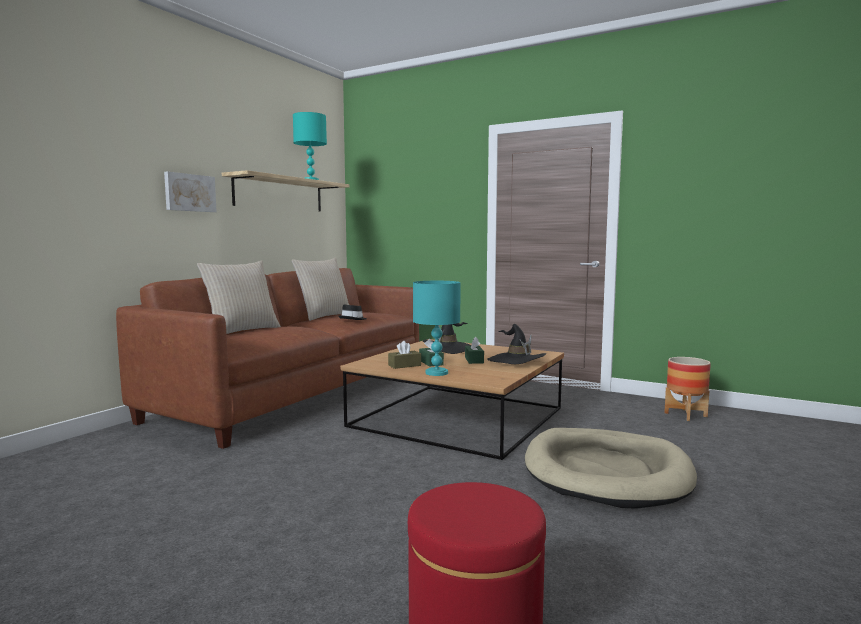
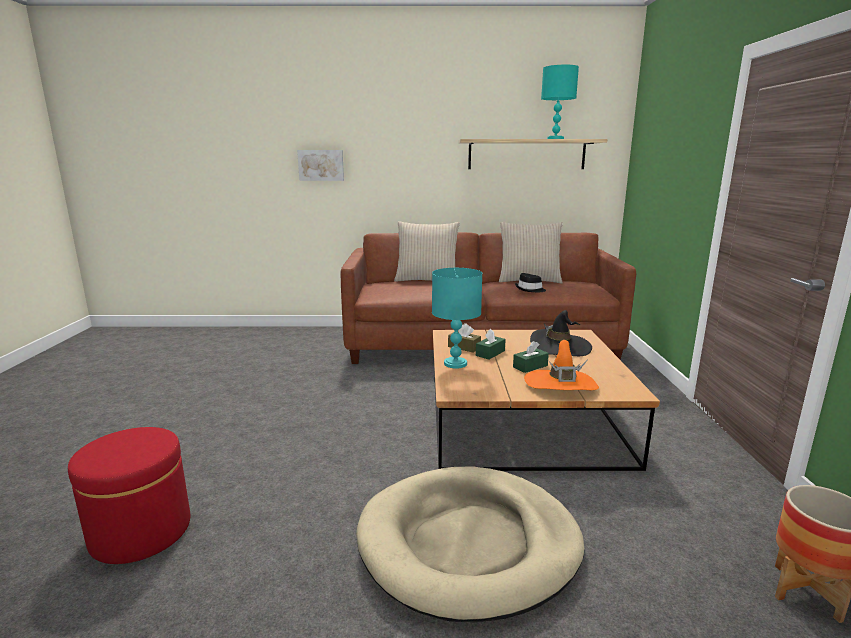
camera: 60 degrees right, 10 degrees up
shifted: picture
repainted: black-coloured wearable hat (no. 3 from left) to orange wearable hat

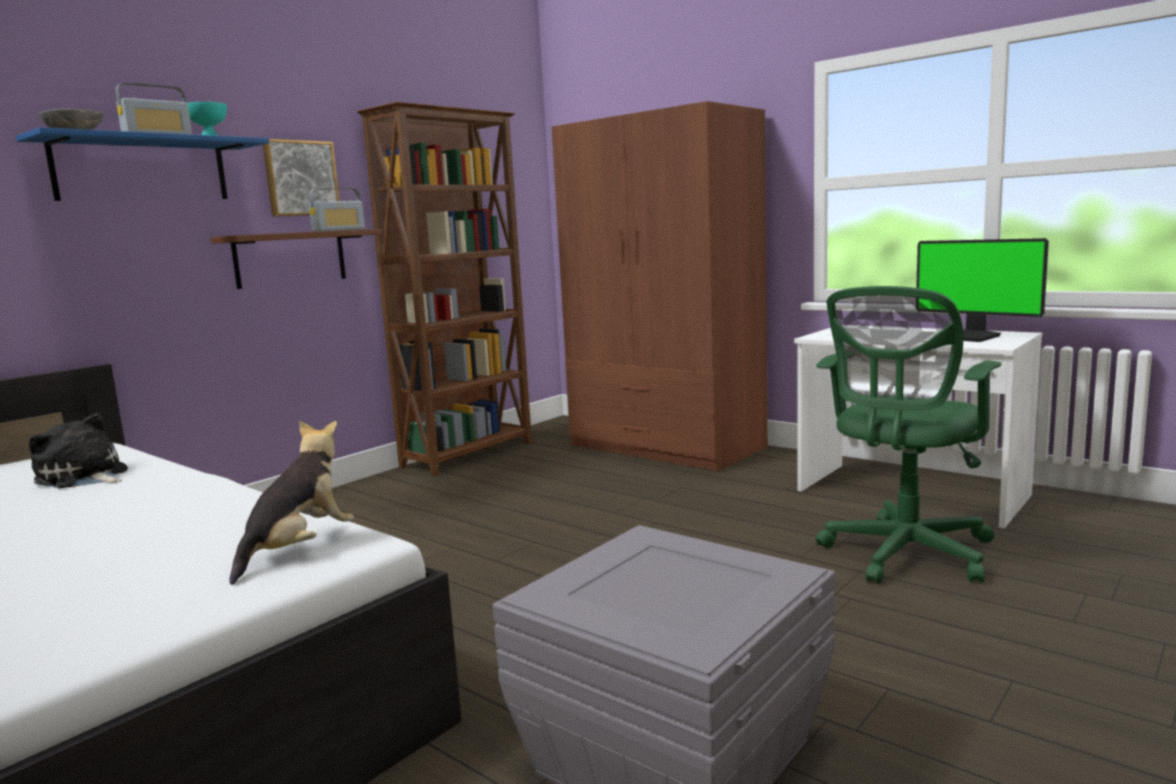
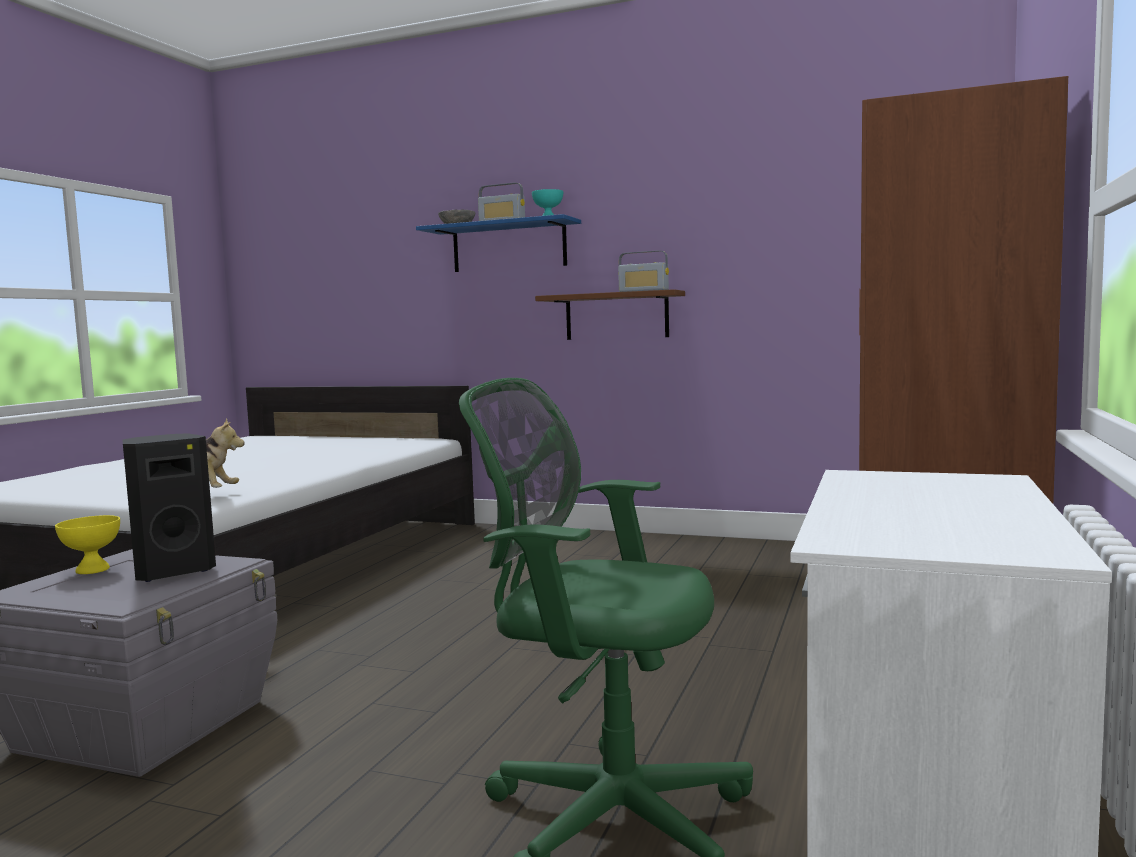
camera: 70 degrees right, 5 degrees down
gone: plush toy (no. 1 from left); picture; brown-coloured bookshelf; computer display
new: yellow bowl; black-coloured audio speaker

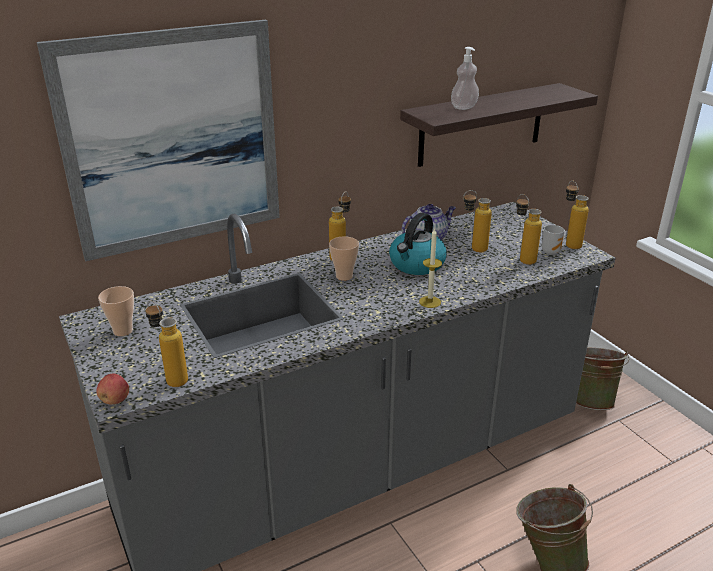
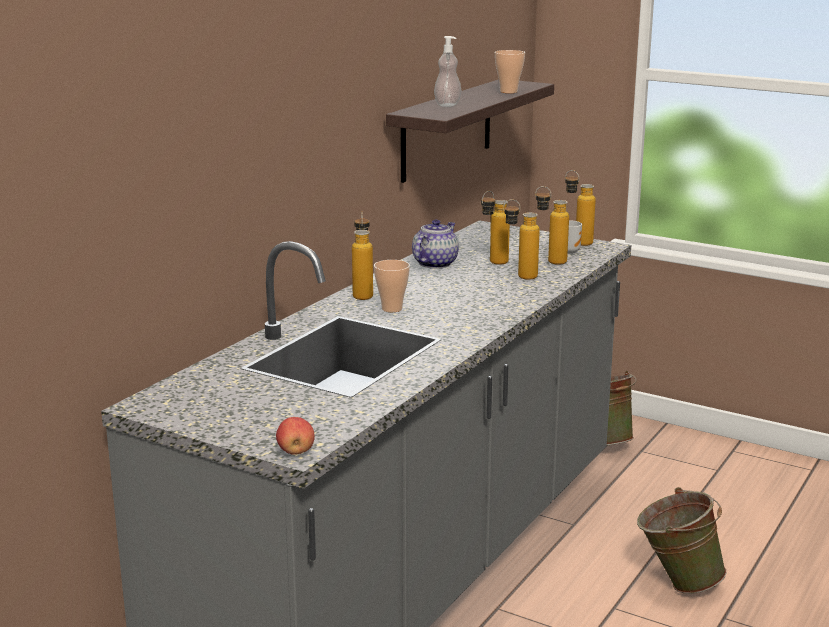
camera: 30 degrees left, 10 degrees down
gone: picture; tea kettle; wax candle
shifted: cup (no. 1 from left in the first image) to cup (no. 2 from left); bottle (no. 1 from left in the first image) to bottle (no. 3 from left)

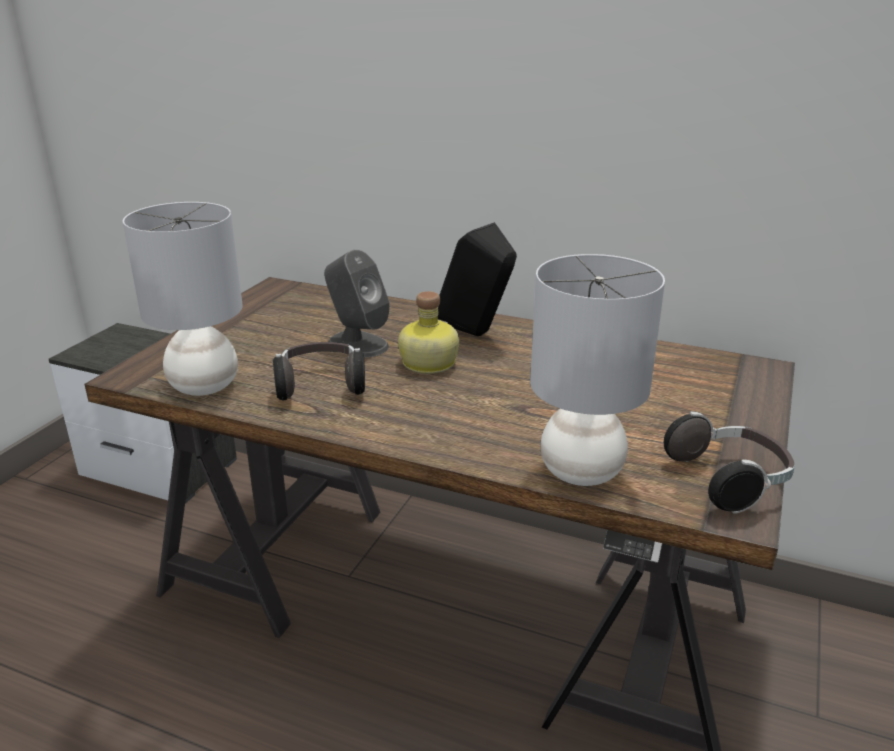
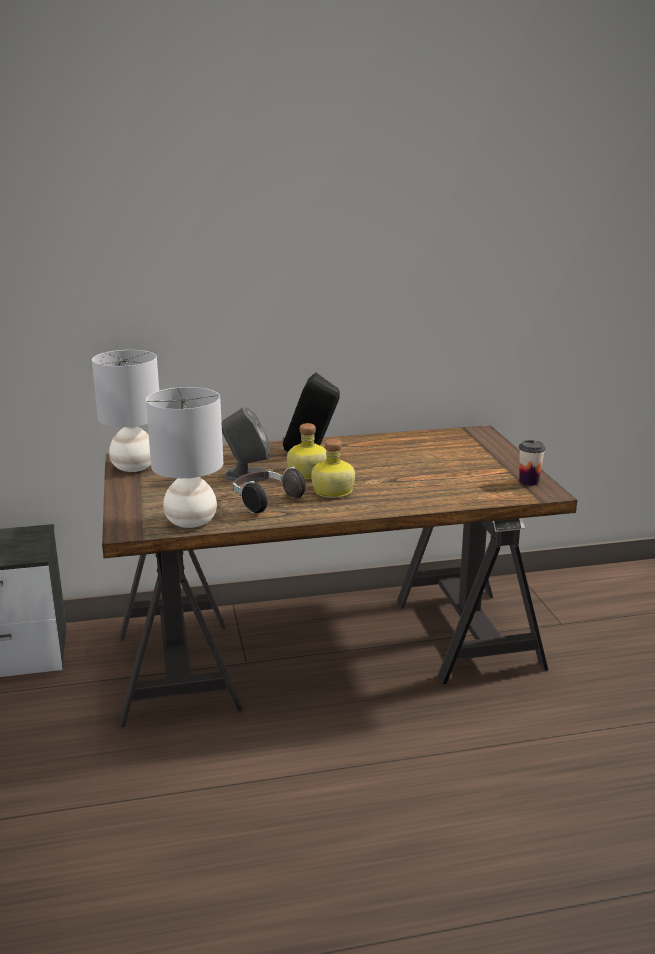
camera: 35 degrees left, 5 degrees down
new: bottle (no. 2 from left)
shifted: greyish tabletop lamp (no. 2 from left in the first image) to greyish tabletop lamp (no. 1 from left)
swapped: headphones (no. 2 from left) to cup

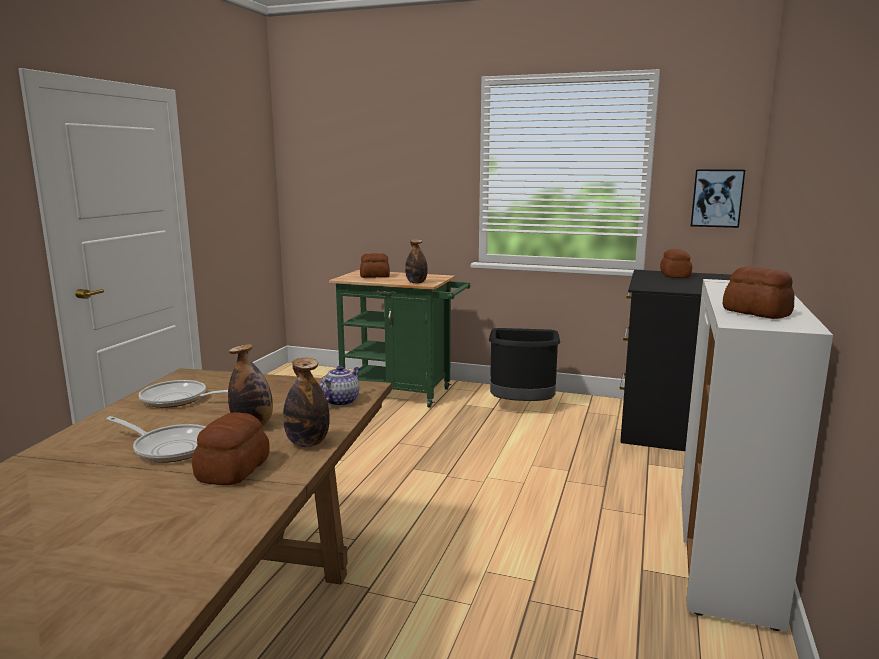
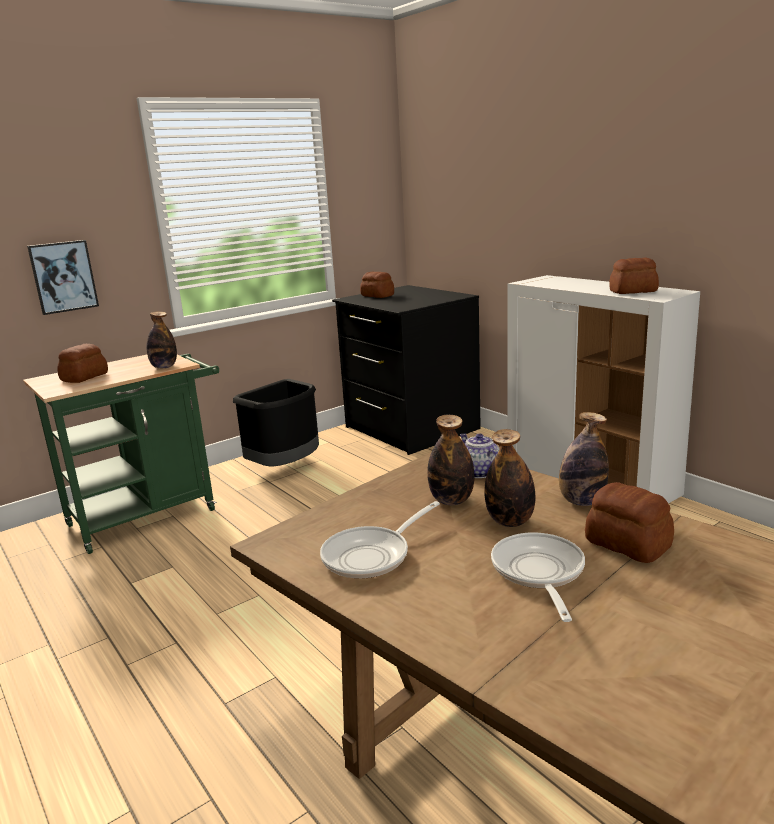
camera: 55 degrees left, 5 degrees up
new: bottle (no. 2 from left)
shifted: picture
rotated: frying pan (no. 1 from left in the first image) 60 degrees counterclockwise

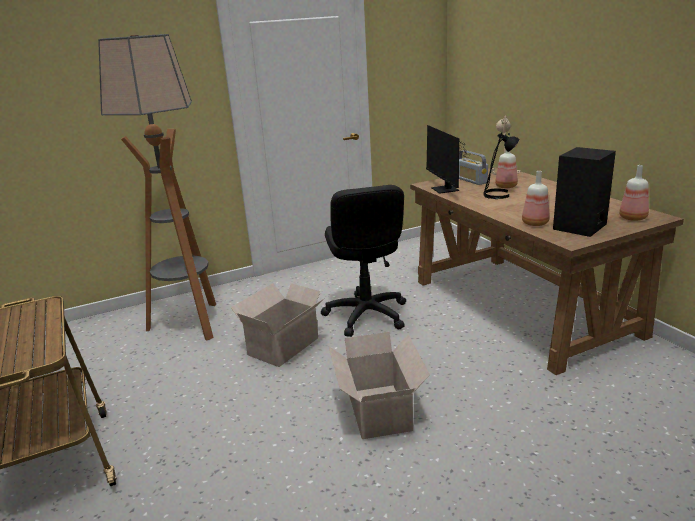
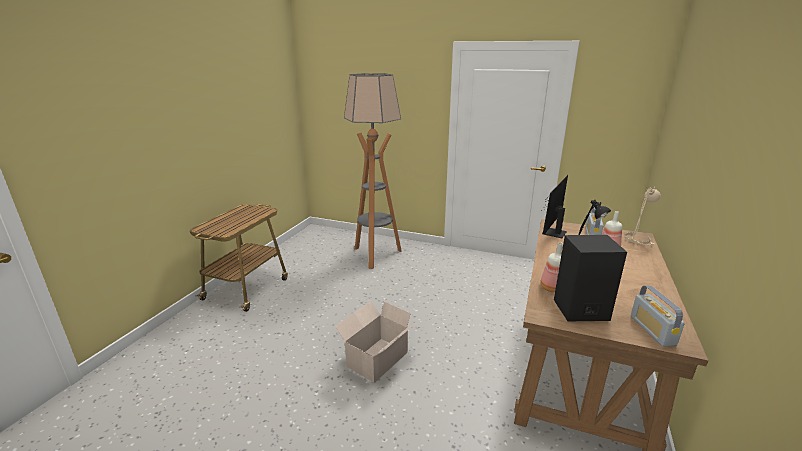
camera: 45 degrees right, 0 degrees up
gone: carton (no. 1 from left); black-coloured desk chair
swapped: bottle (no. 3 from left) to radio set (no. 2 from left)

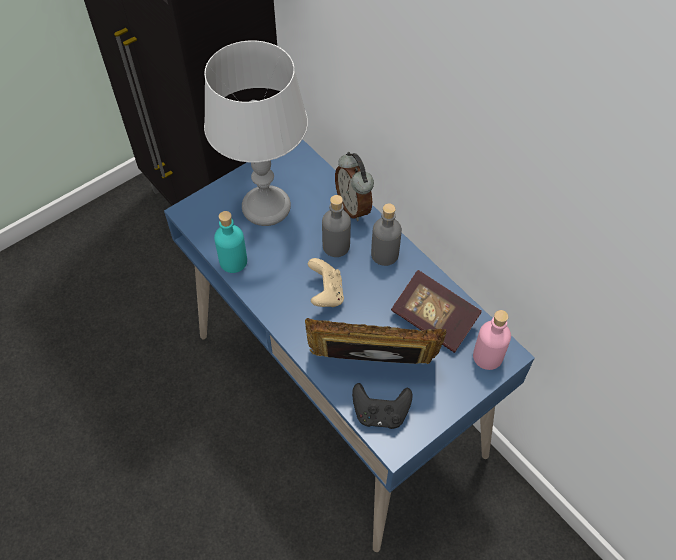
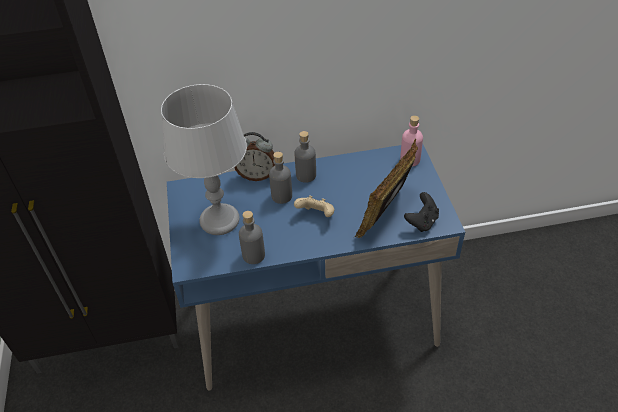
camera: 60 degrees left, 10 degrees down
gone: book
repainted: turquoise-coloured bottle to greyish bottle (no. 1 from left)

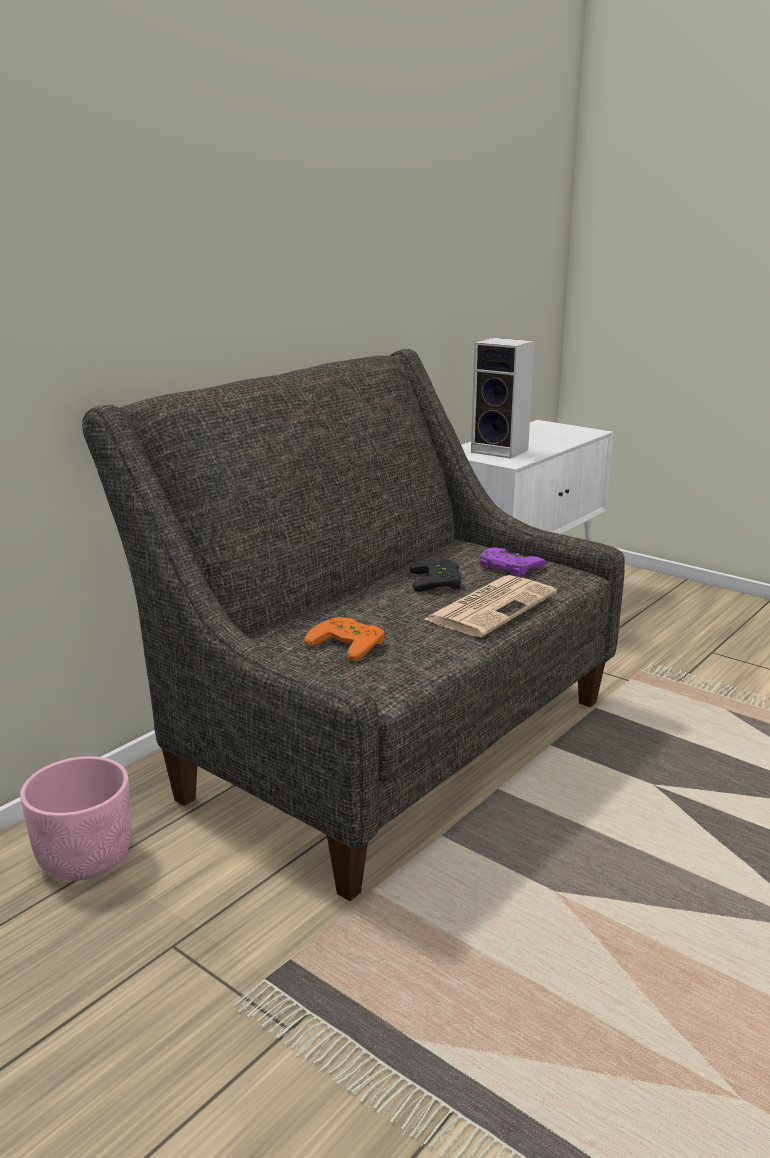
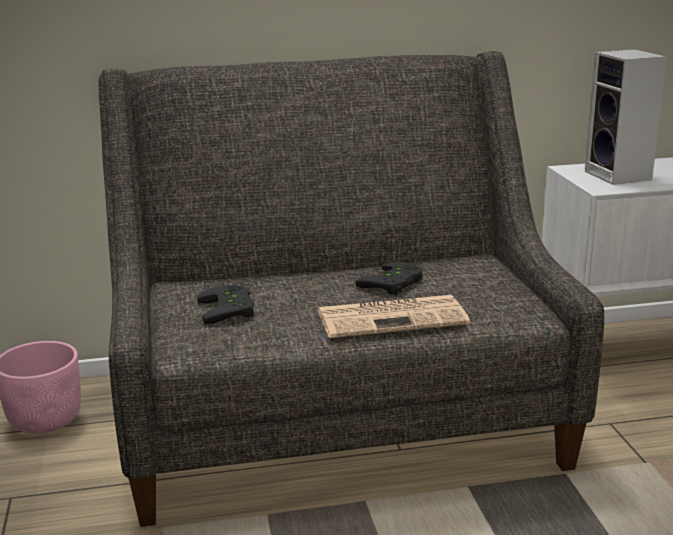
camera: 40 degrees right, 0 degrees up
gone: purplish joypad
repainted: orange joypad to black-coloured joypad (no. 1 from left)

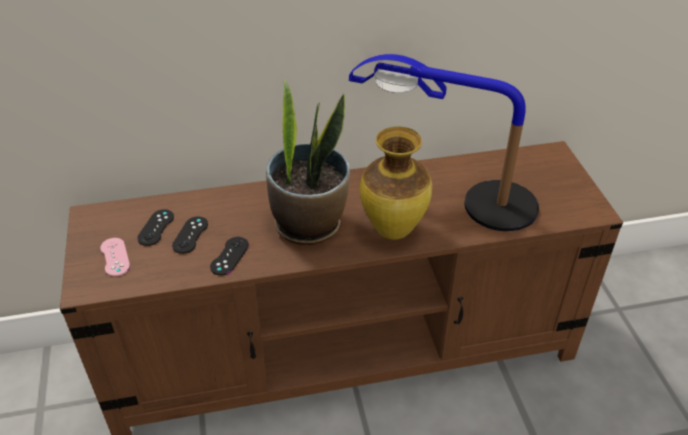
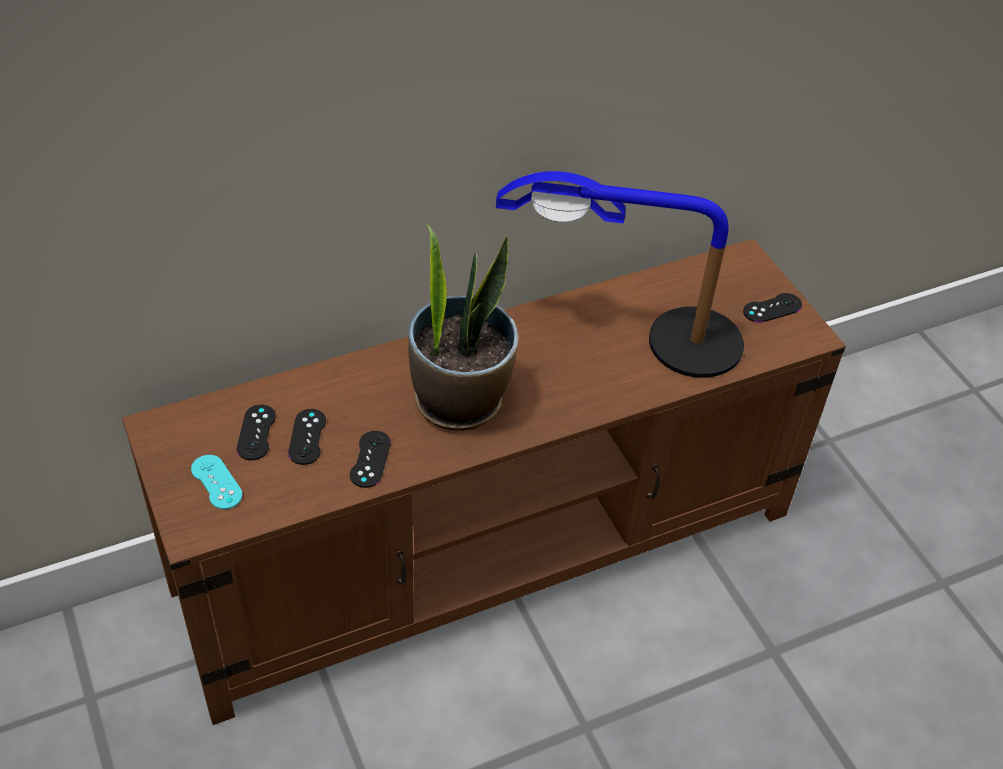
camera: 15 degrees left, 5 degrees up
gone: flower vase
new: black-coloured joypad (no. 4 from left)
repainted: pink-coloured joypad to turquoise-coloured joypad

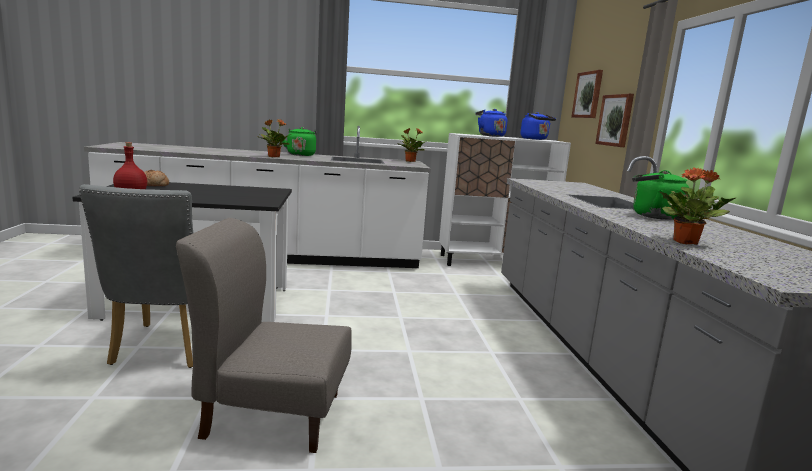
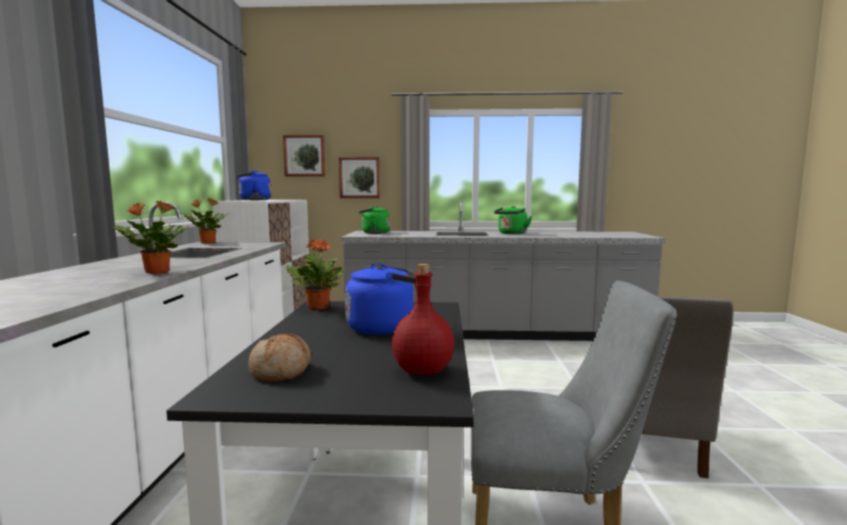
camera: 80 degrees left, 5 degrees down
shifted: green tea kettle (no. 1 from left); bluish tea kettle (no. 2 from left); houseplant (no. 3 from left)

